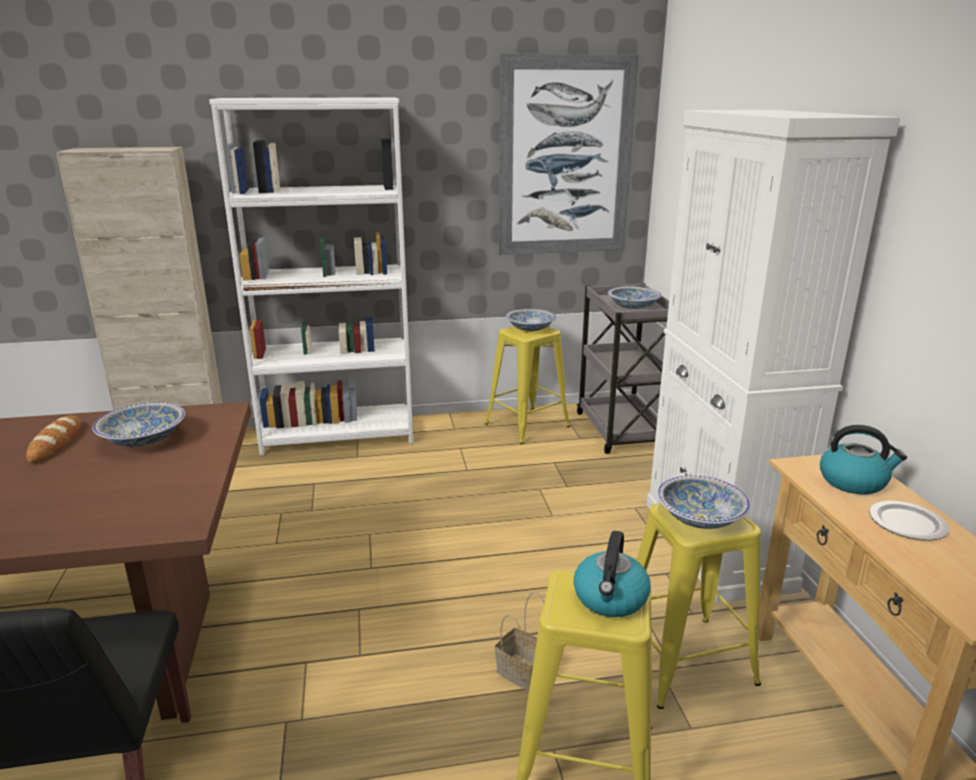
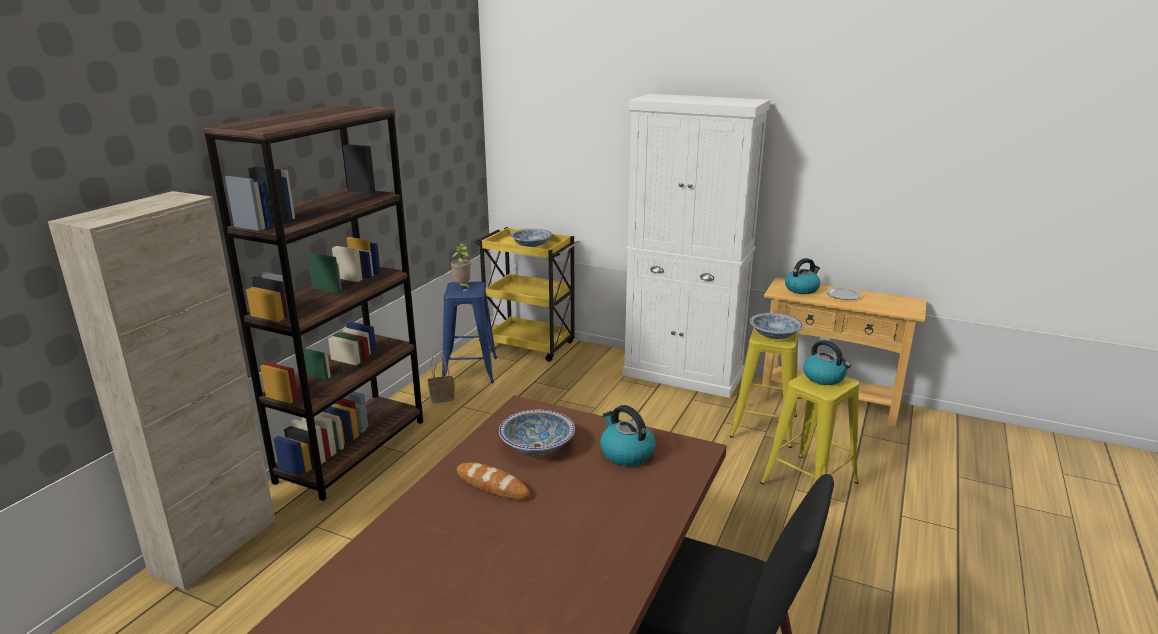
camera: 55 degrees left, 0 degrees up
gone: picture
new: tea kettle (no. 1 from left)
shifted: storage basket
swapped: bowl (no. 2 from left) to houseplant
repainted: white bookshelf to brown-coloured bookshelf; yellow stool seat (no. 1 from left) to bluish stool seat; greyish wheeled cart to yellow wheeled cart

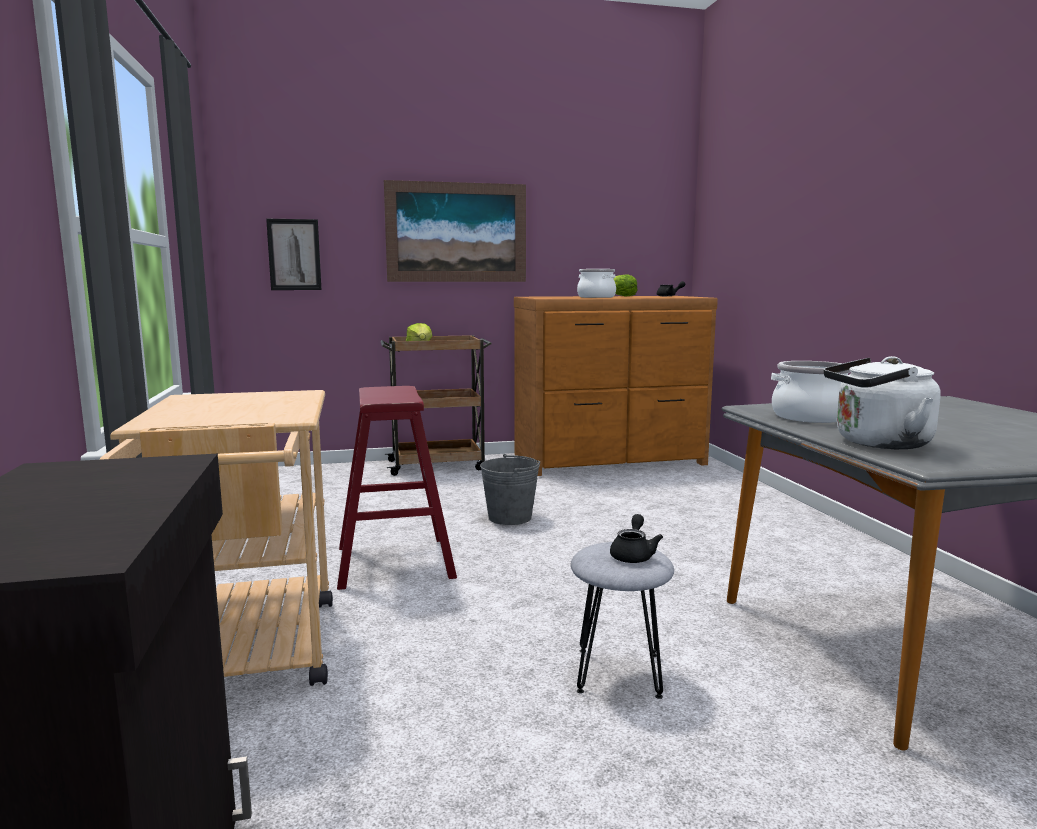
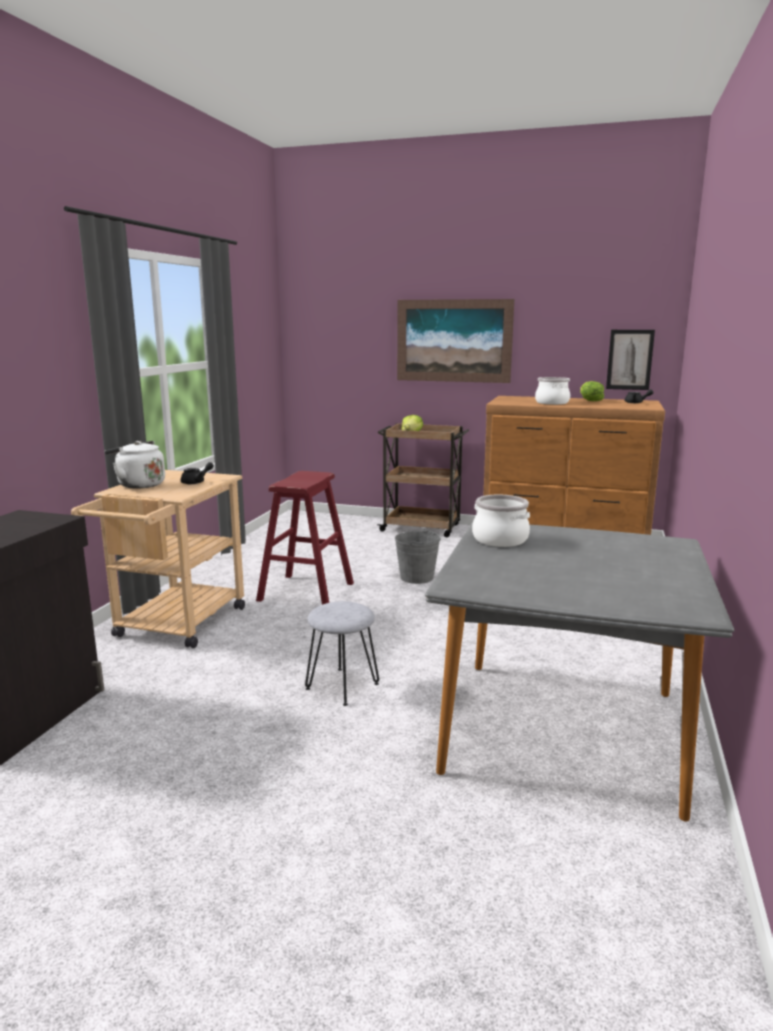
camera: 30 degrees right, 5 degrees up
shifted: picture (no. 1 from left in the first image) to picture (no. 2 from left); black-coloured tea pot (no. 1 from left); white tea kettle

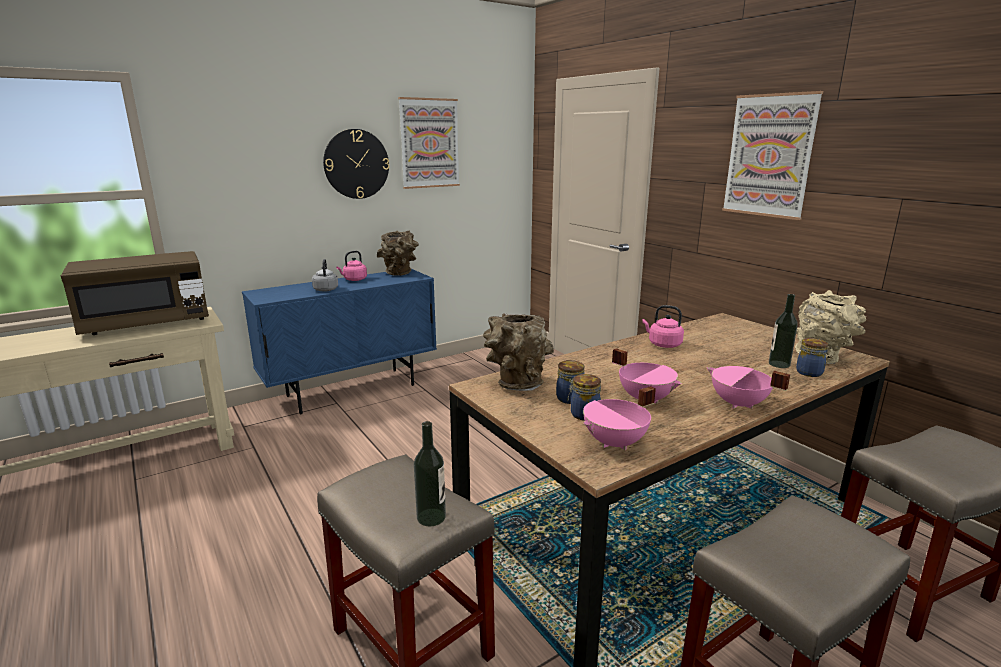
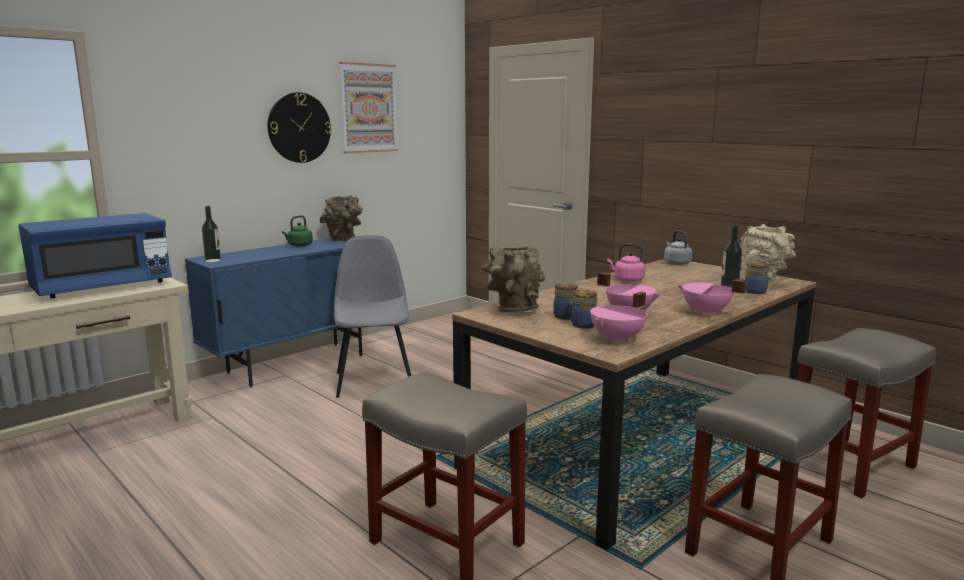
camera: 10 degrees left, 5 degrees down
gone: picture (no. 2 from left)
new: greyish upright chair
shifted: greyish tea kettle; bottle (no. 1 from left)
repainted: brown-coloured kitchen microwave to bluish kitchen microwave; pink-coloured tea kettle (no. 1 from left) to green tea kettle

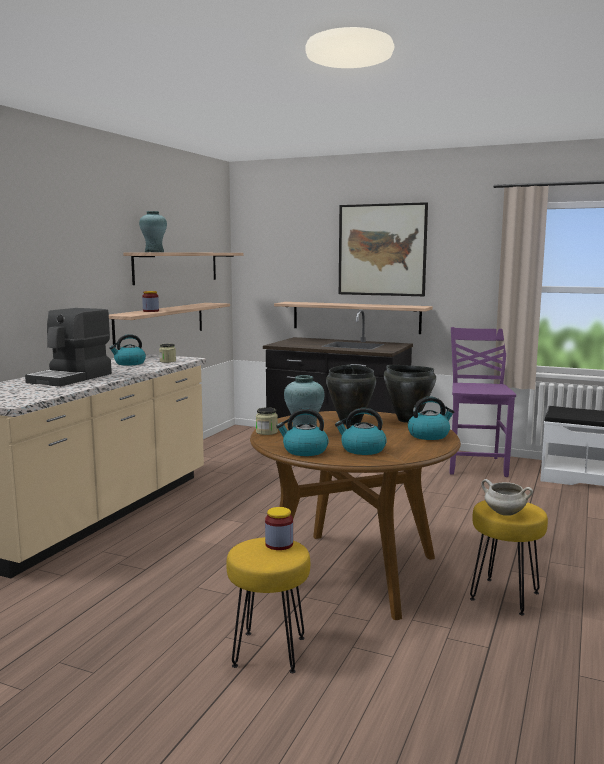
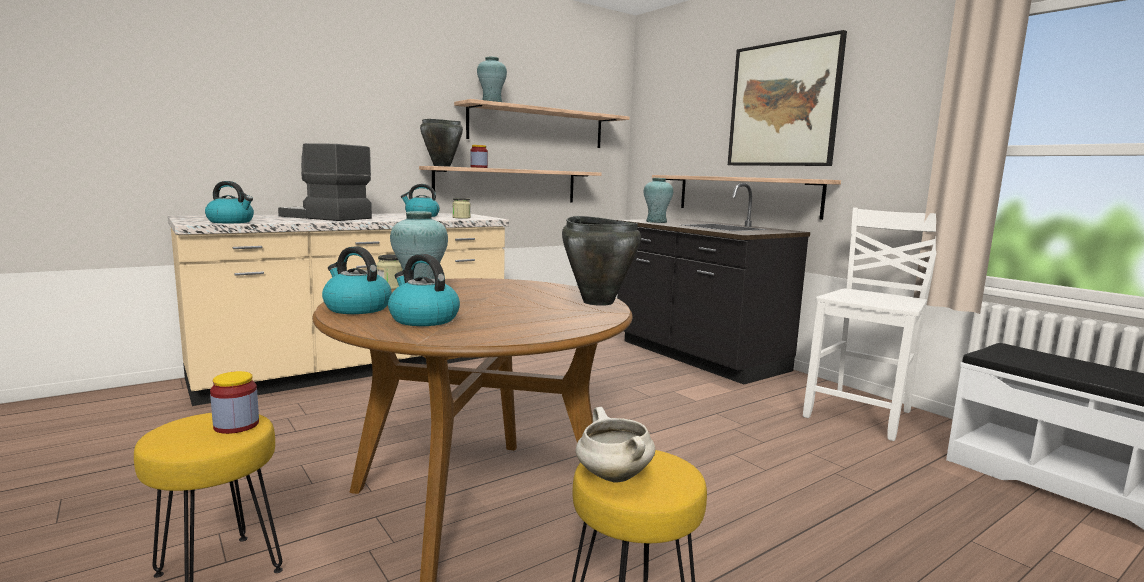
camera: 30 degrees right, 0 degrees up
new: turquoise-coloured flower vase (no. 3 from left)
shifted: black-coloured stockpot (no. 1 from left); tea kettle (no. 4 from left in the first image) to tea kettle (no. 1 from left)
repainted: purplish upright chair to white upright chair
rotated: coffee machine 60 degrees clockwise

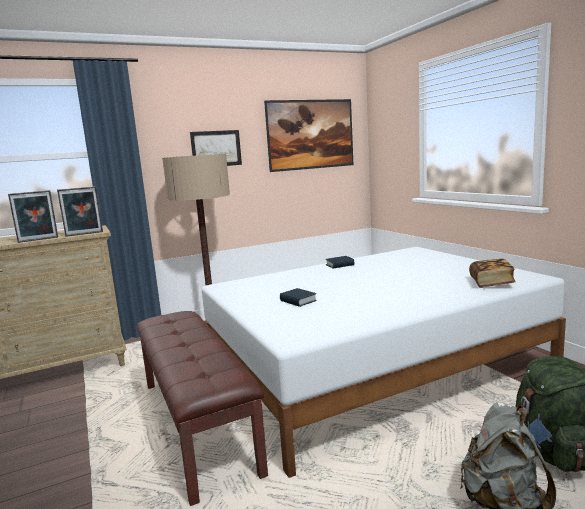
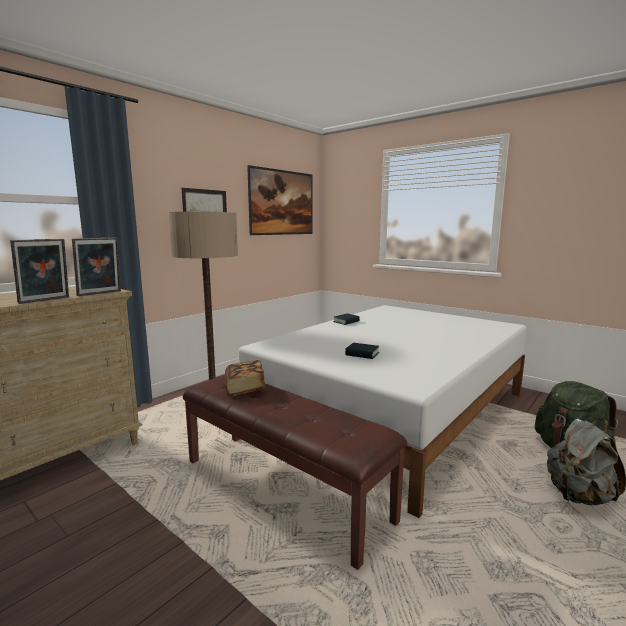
camera: 25 degrees left, 0 degrees up
shifted: book (no. 3 from left in the first image) to book (no. 1 from left)

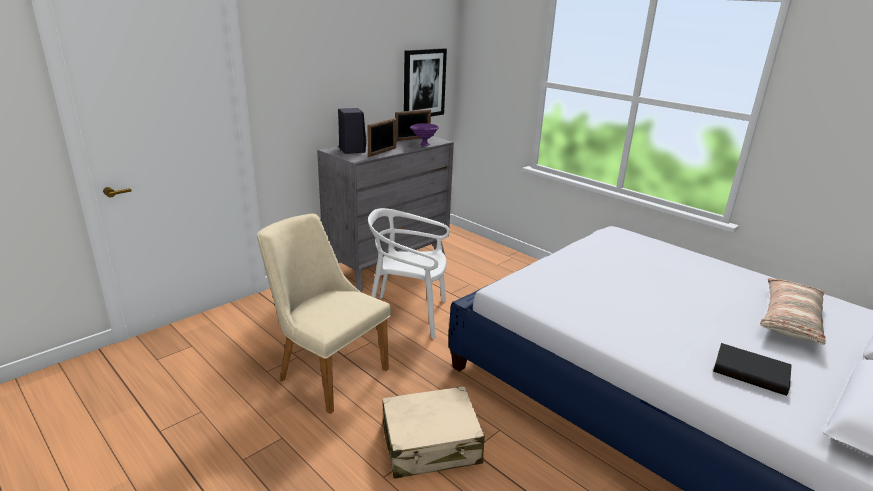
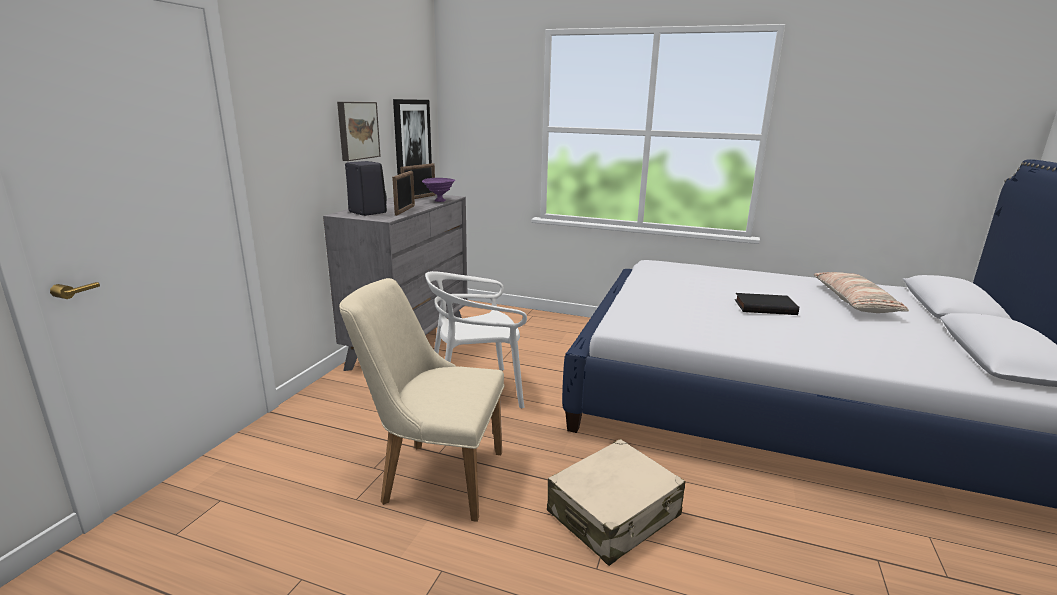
camera: 25 degrees left, 5 degrees down
new: picture (no. 1 from left)
shifted: black-coloured book

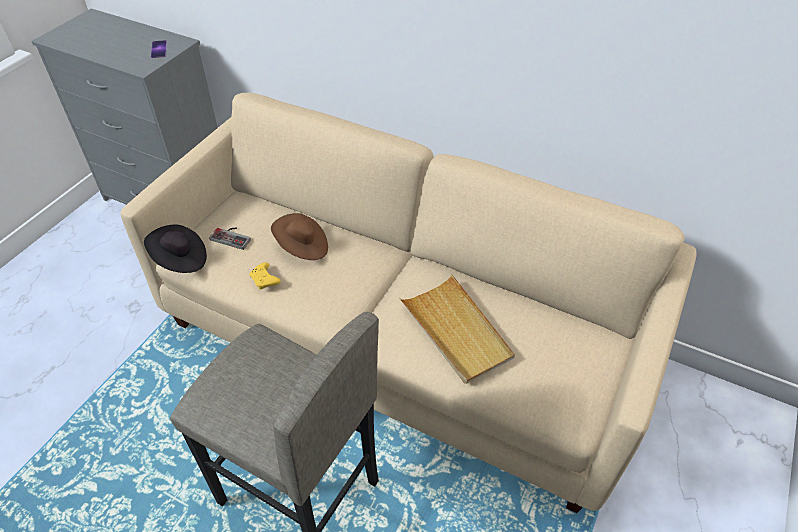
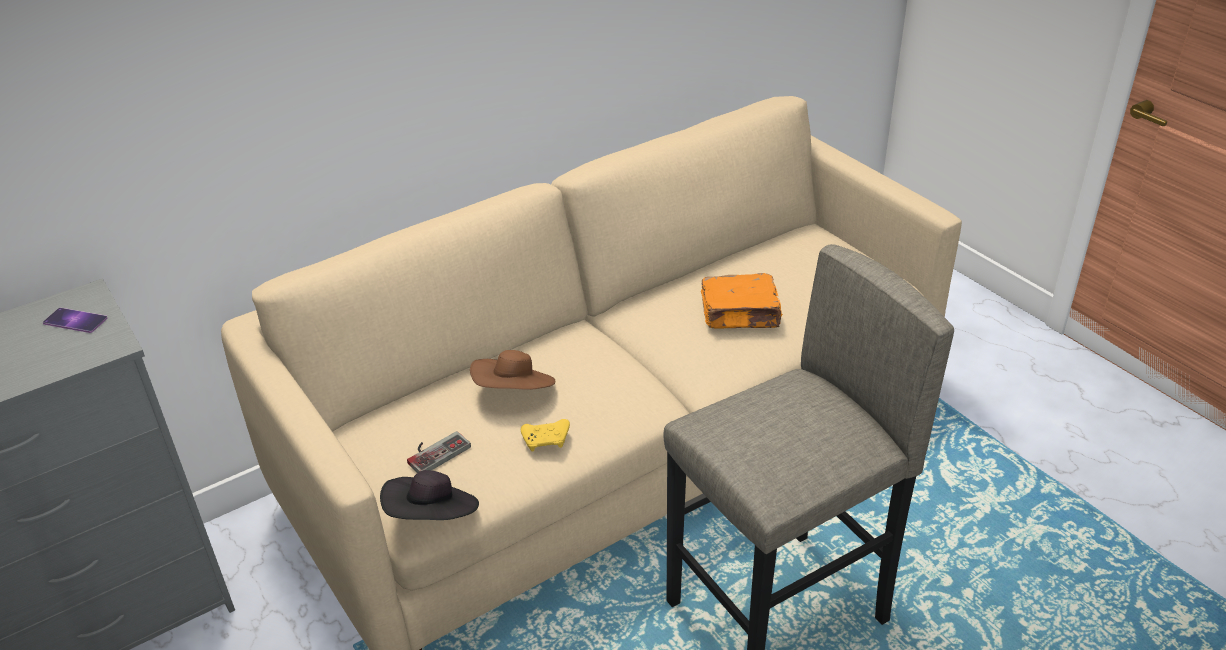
camera: 60 degrees left, 10 degrees down
swapped: beige serving tray to orange book

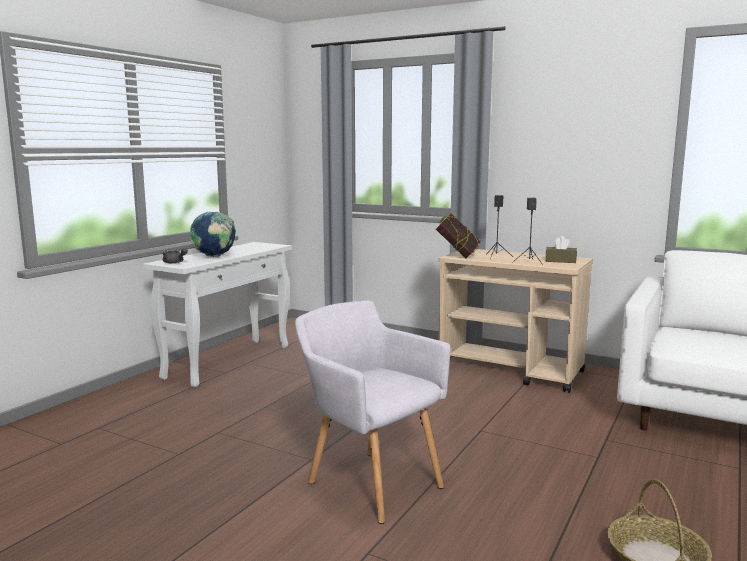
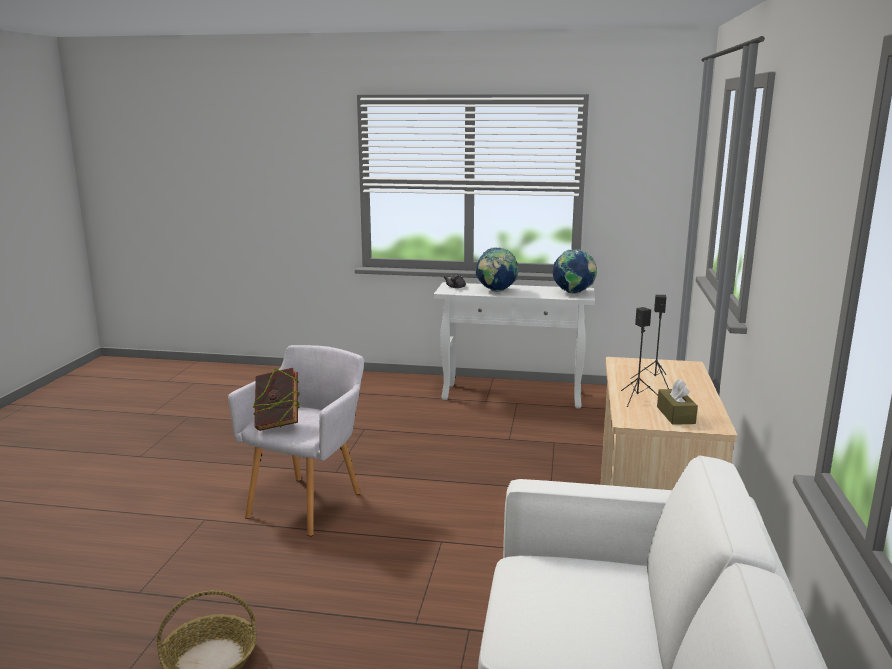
camera: 70 degrees right, 5 degrees up
new: globe (no. 2 from left)
shifted: book

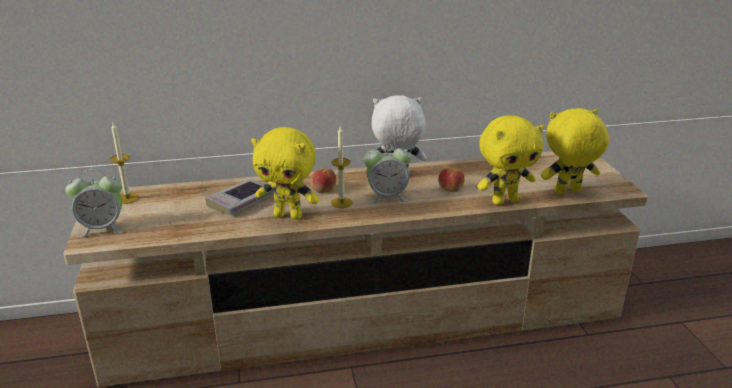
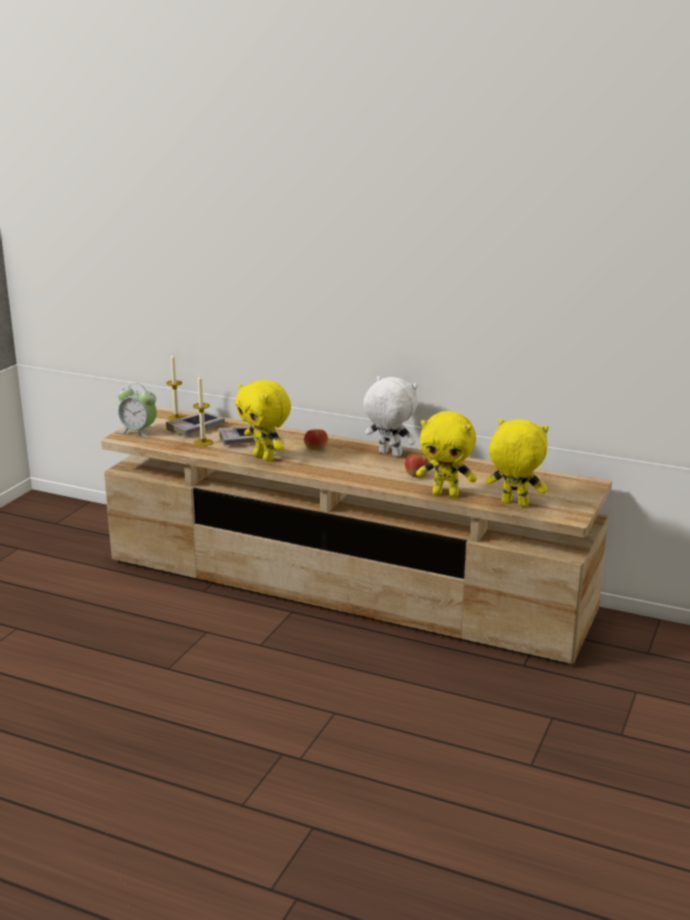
camera: 35 degrees right, 5 degrees down
gone: bedside clock (no. 2 from left)
new: book (no. 1 from left)
shifted: wax candle (no. 2 from left)

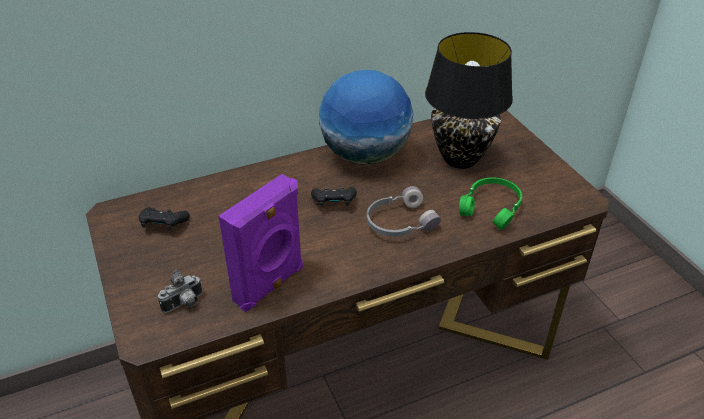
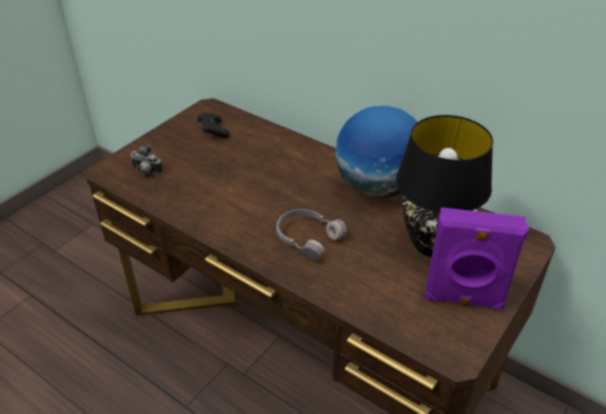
camera: 60 degrees right, 0 degrees up
gone: black-coloured joypad (no. 2 from left); green headphones
shifted: purplish audio speaker

